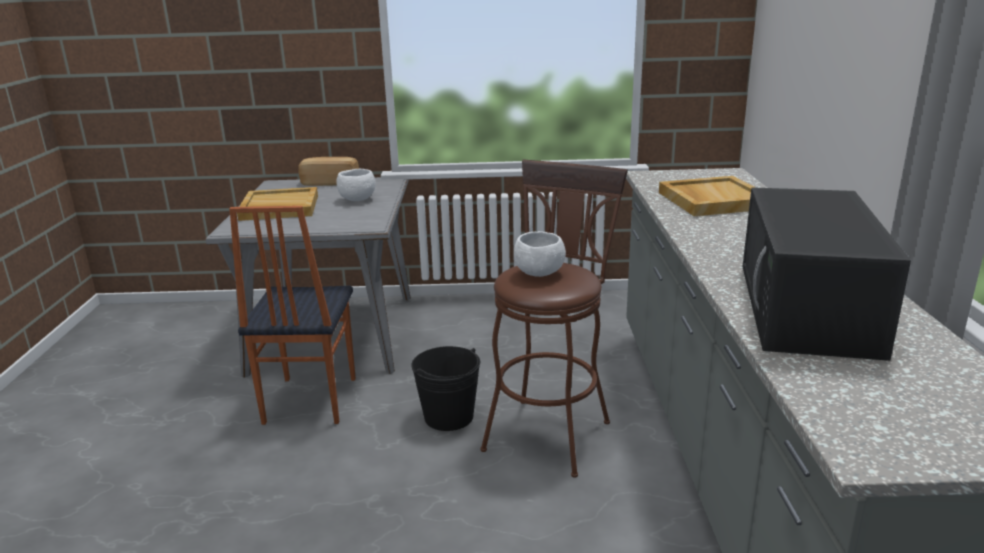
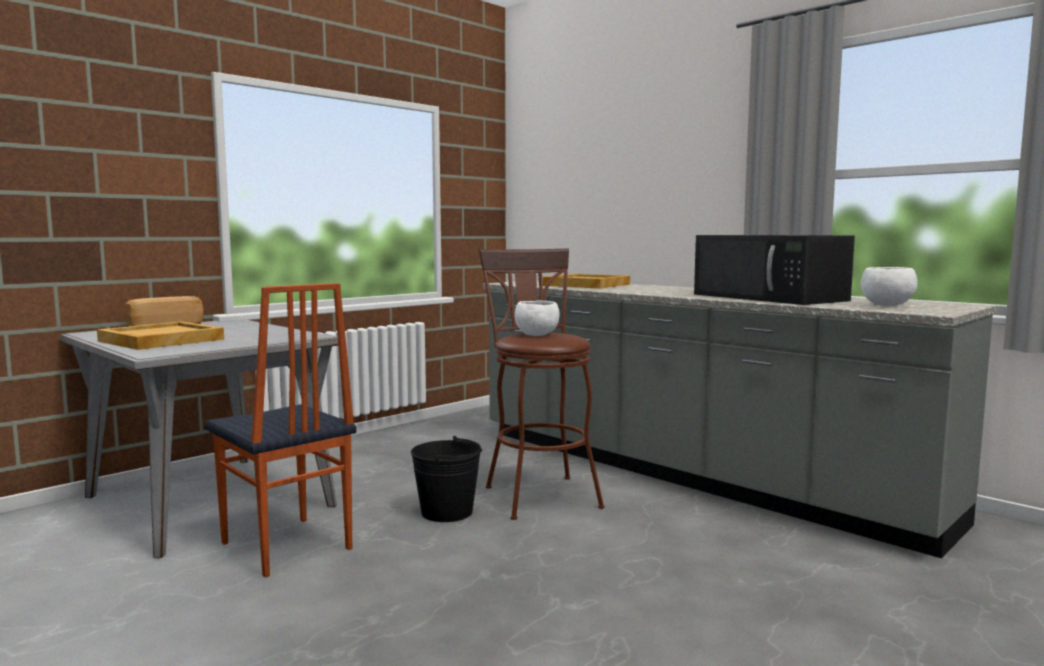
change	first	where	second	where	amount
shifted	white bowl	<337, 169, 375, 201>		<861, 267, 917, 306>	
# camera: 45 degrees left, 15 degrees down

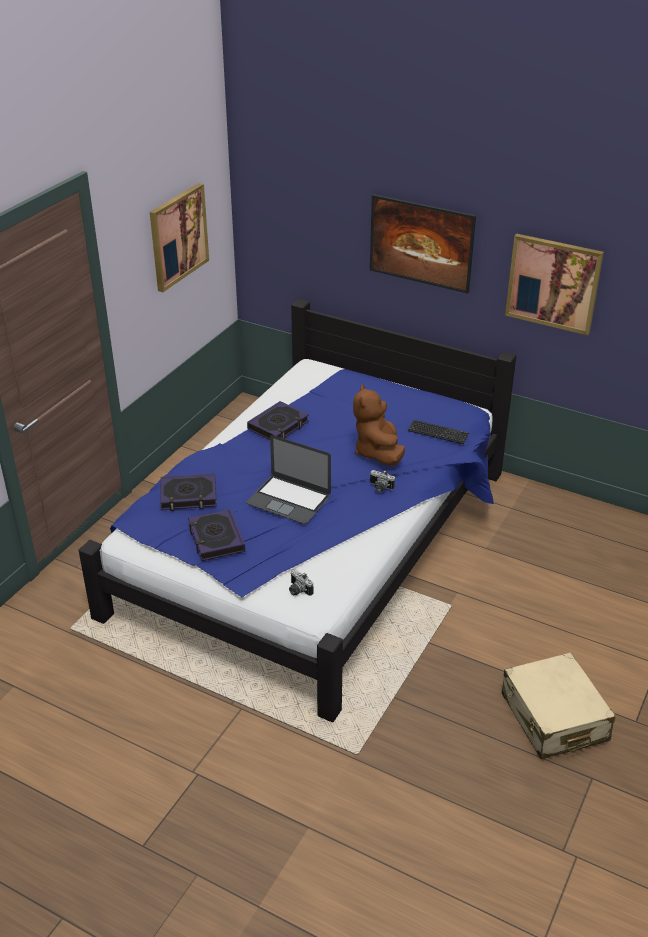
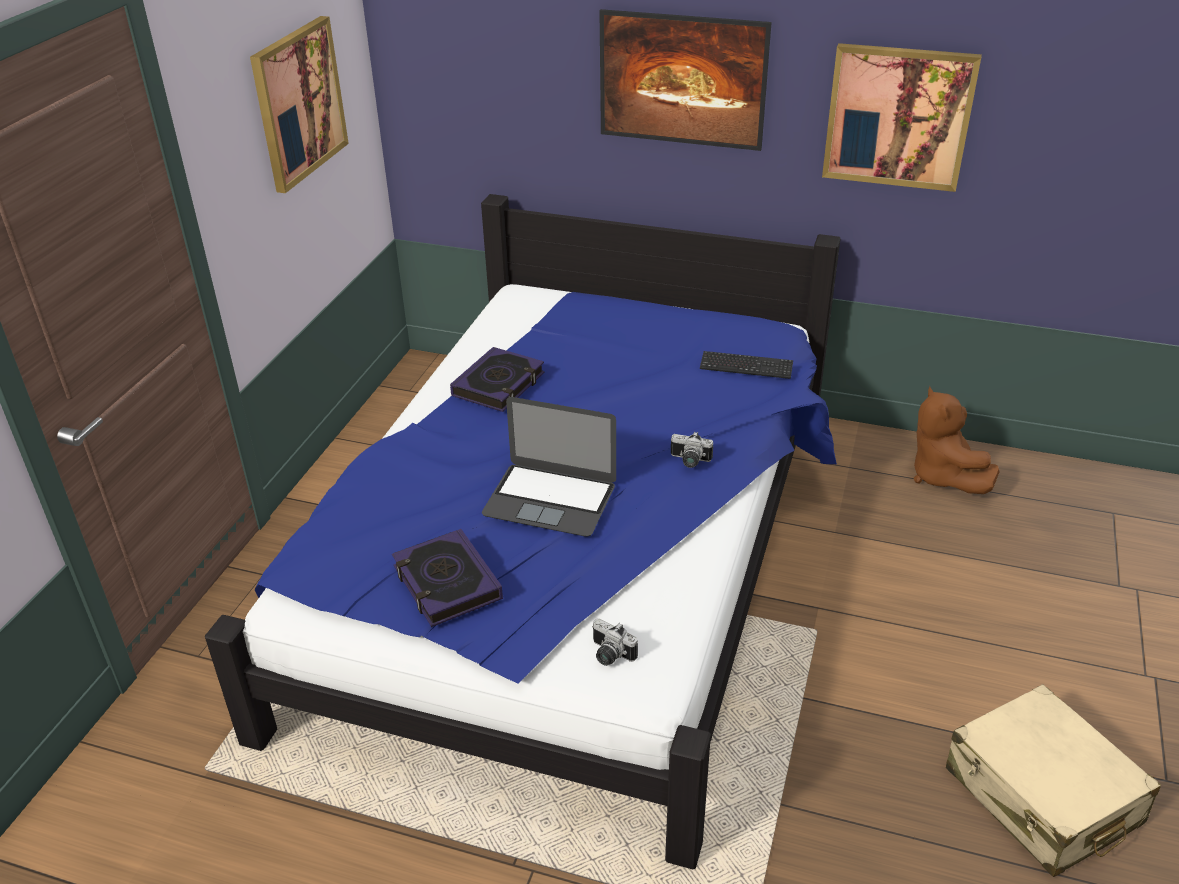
change	first	where	second	where	amount
gone	book	<160, 473, 217, 511>			
shifted	brown plush toy	<353, 384, 405, 466>		<914, 386, 1000, 494>	
# camera: 10 degrees left, 0 degrees up

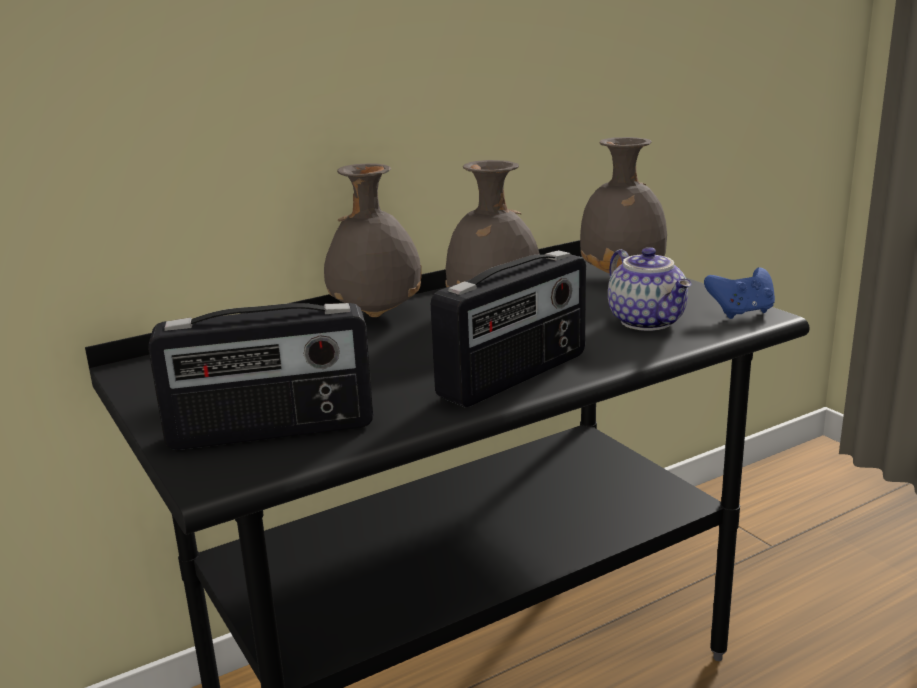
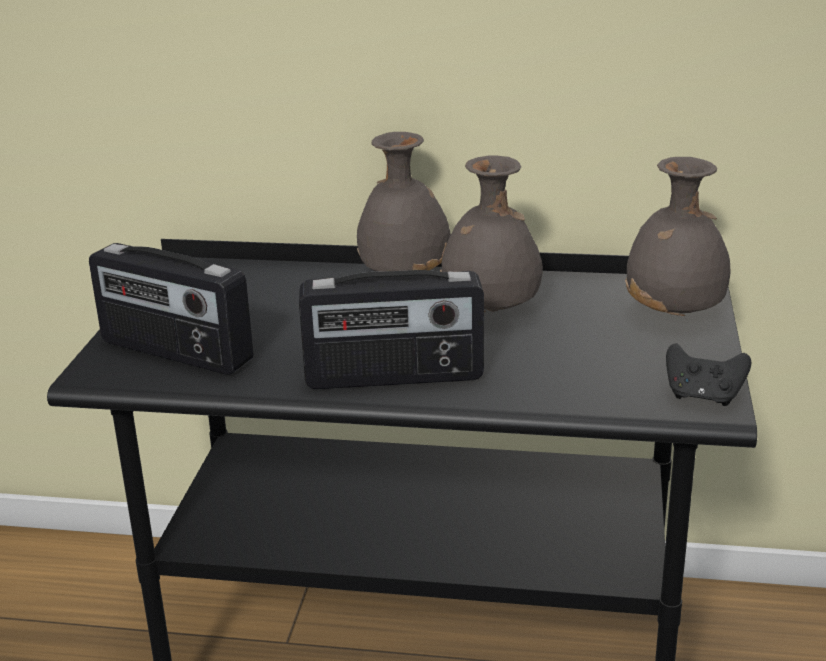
change	first	where	second	where	amount
gone	teapot	<608, 247, 691, 331>			
repainted	blue game controller	<704, 267, 775, 319>	black game controller	<666, 343, 751, 406>	
# camera: 40 degrees right, 5 degrees up

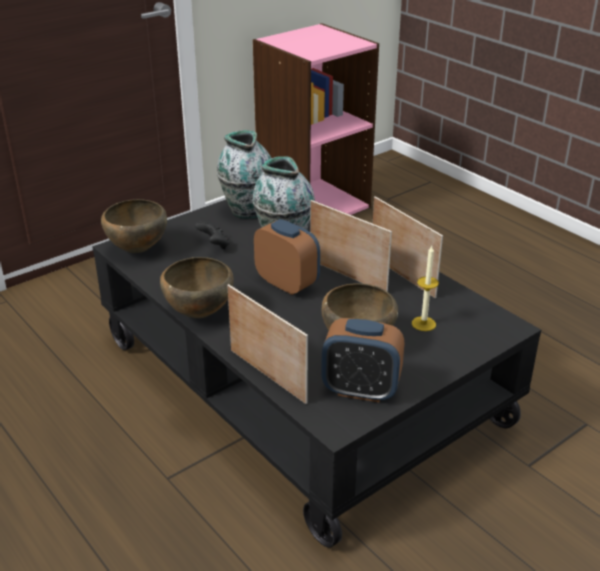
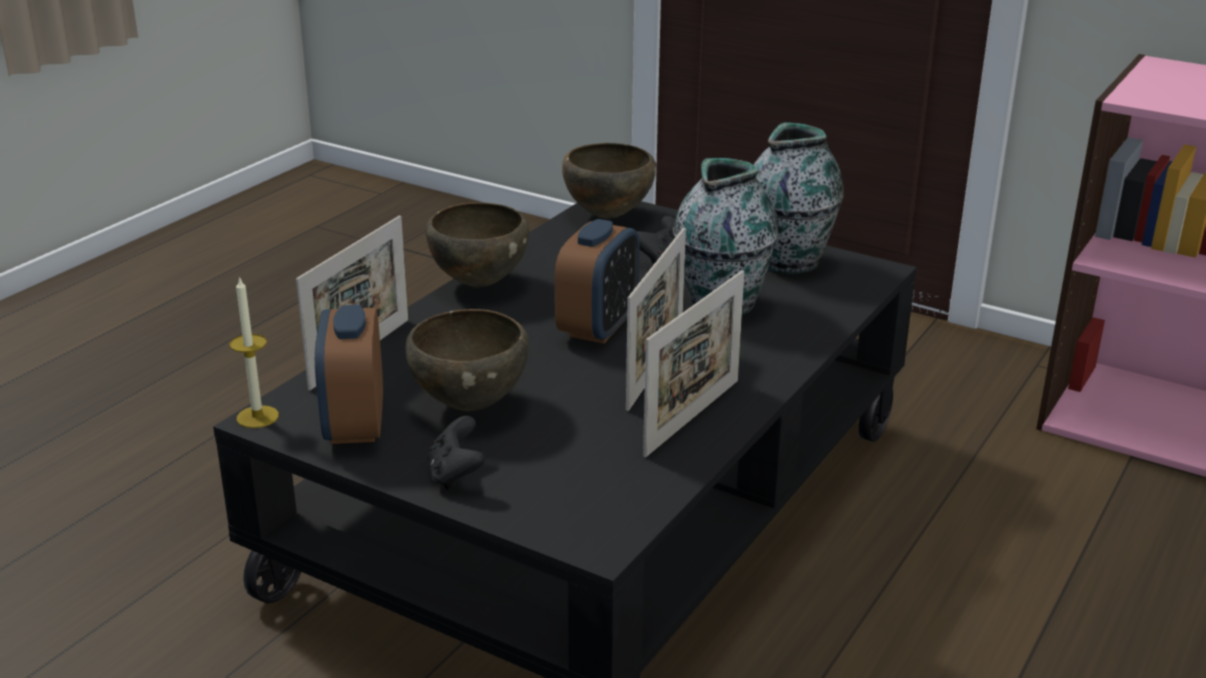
change	first	where	second	where	amount
new			black game controller	<428, 416, 485, 490>	
shifted	candle	<412, 246, 439, 331>		<230, 276, 279, 428>	
# camera: 70 degrees right, 5 degrees down

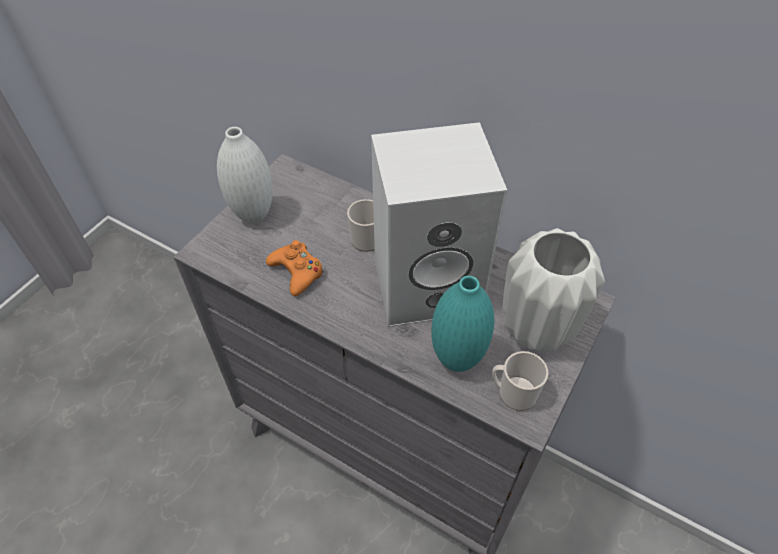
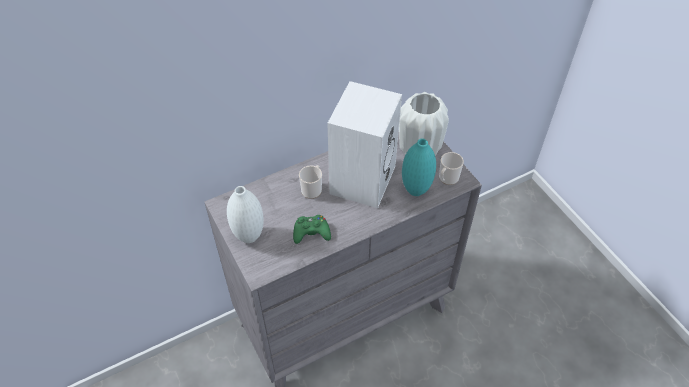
change	first	where	second	where	amount
repainted	orange game controller	<266, 240, 324, 296>	green game controller	<293, 215, 331, 244>	
# camera: 60 degrees left, 0 degrees up

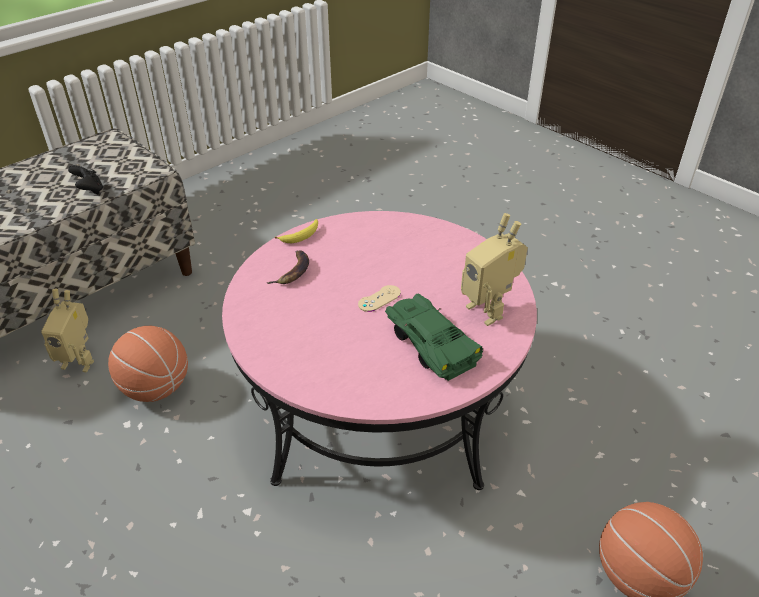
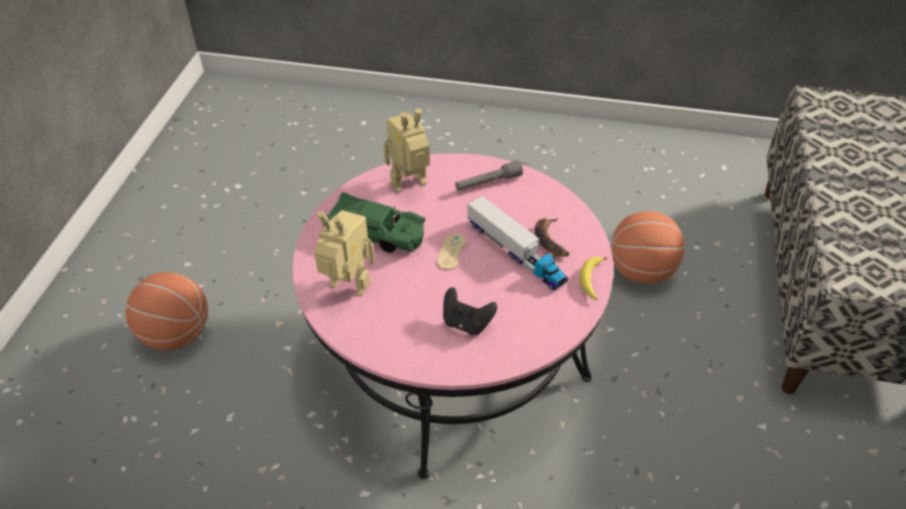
change	first	where	second	where	amount
new			grey flashlight	<455, 160, 523, 191>	
new			toy truck	<468, 196, 568, 290>	
shifted	toy robot	<41, 289, 94, 372>		<383, 108, 430, 193>	
shifted	black game controller	<68, 165, 103, 194>		<443, 287, 497, 335>	
# camera: 145 degrees right, 5 degrees up

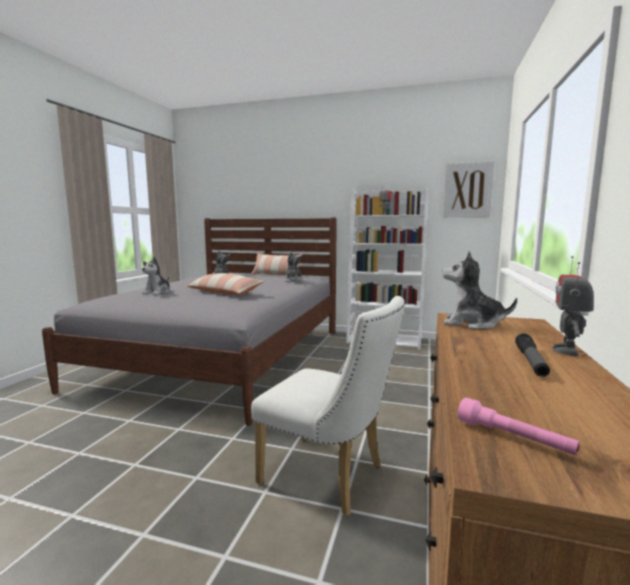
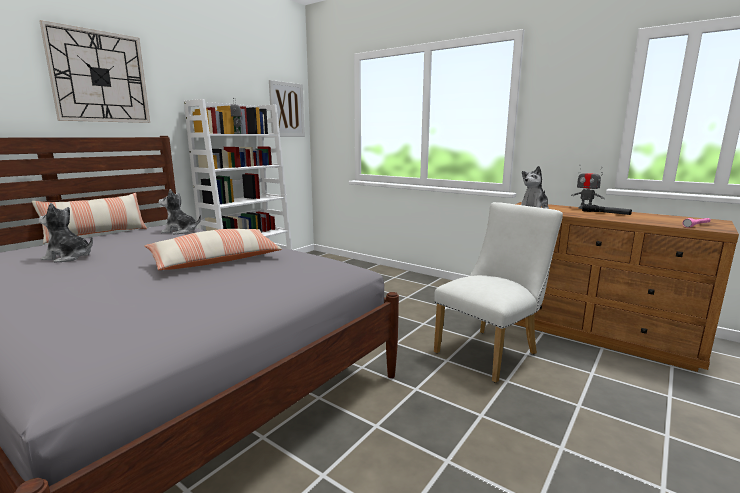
change	first	where	second	where	amount
gone	plush toy	<142, 257, 170, 295>			
new			wall clock	<39, 20, 150, 123>	
# camera: 70 degrees left, 5 degrees up

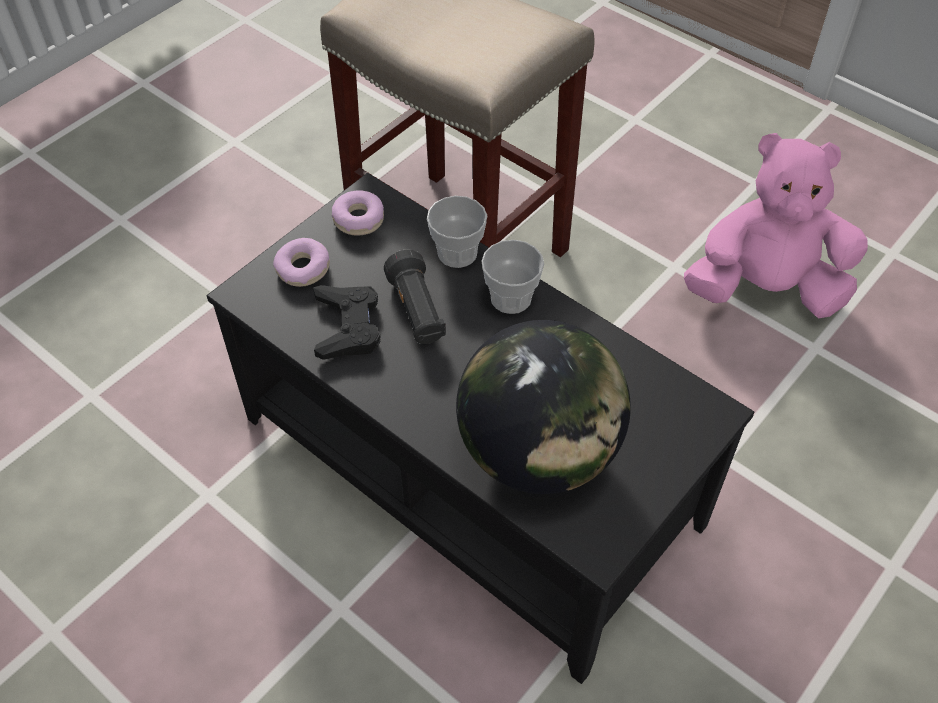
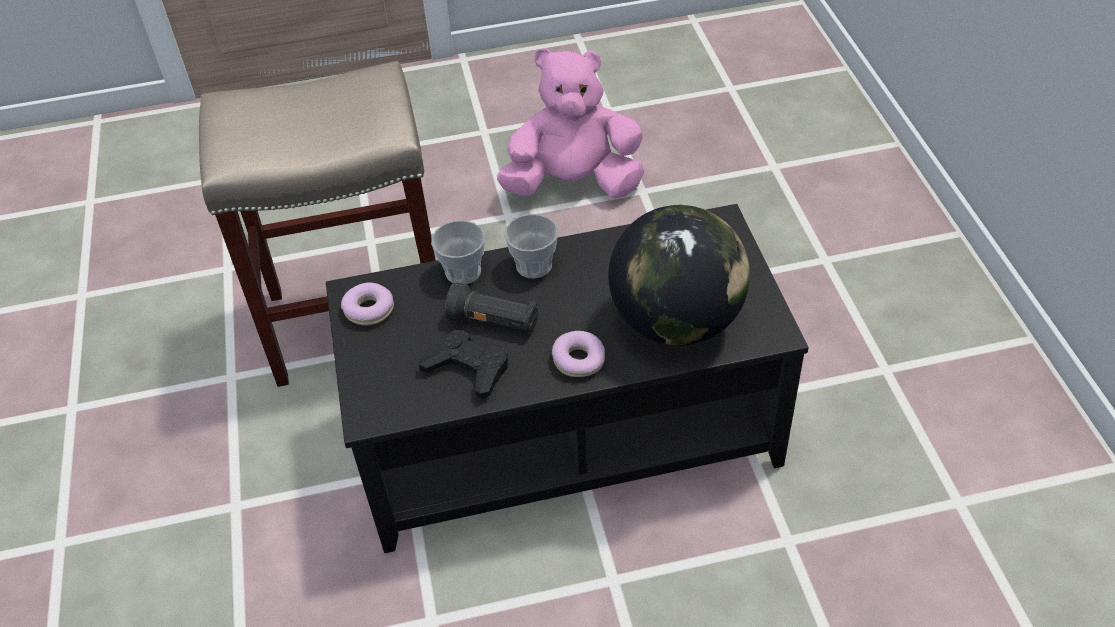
change	first	where	second	where	amount
shifted	donut	<273, 238, 330, 287>		<552, 331, 605, 377>	
rotated	pink plush toy	<684, 133, 868, 318>		<497, 48, 644, 199>	45 degrees clockwise
# camera: 50 degrees left, 5 degrees down

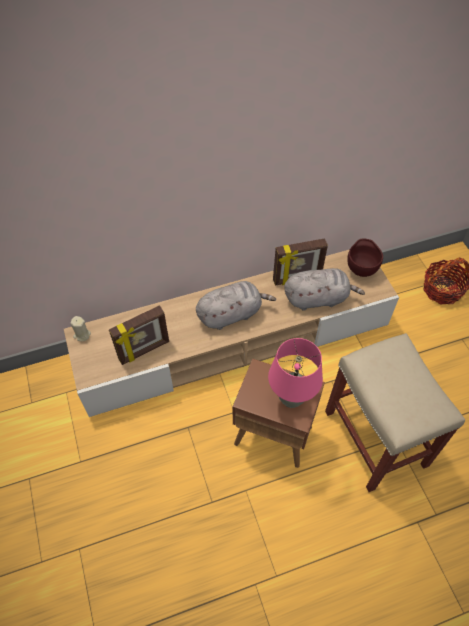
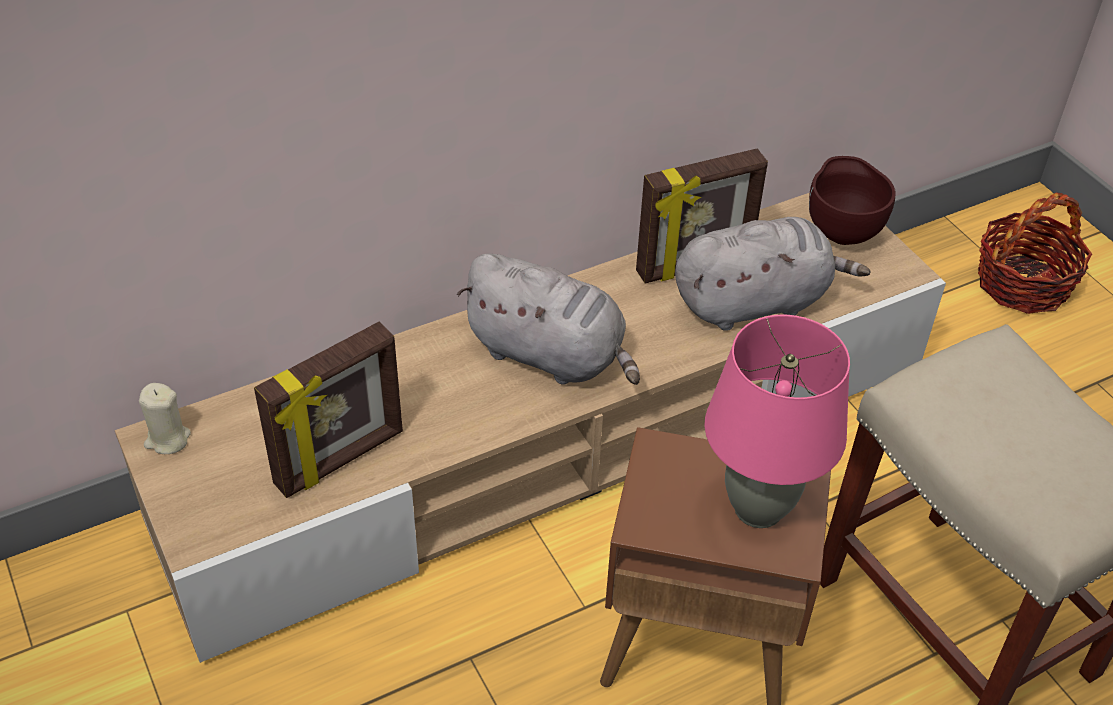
change	first	where	second	where	amount
rotated	grey plush toy	<196, 281, 276, 330>		<457, 253, 640, 385>	60 degrees clockwise
# camera: 10 degrees left, 10 degrees down

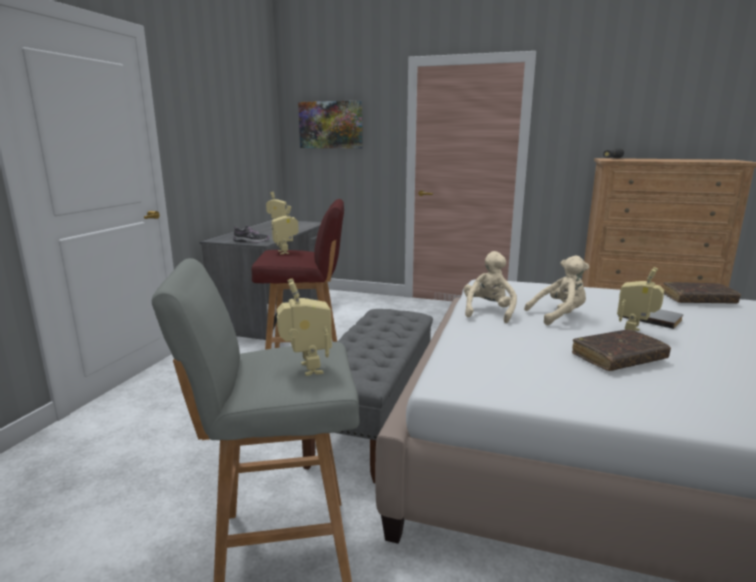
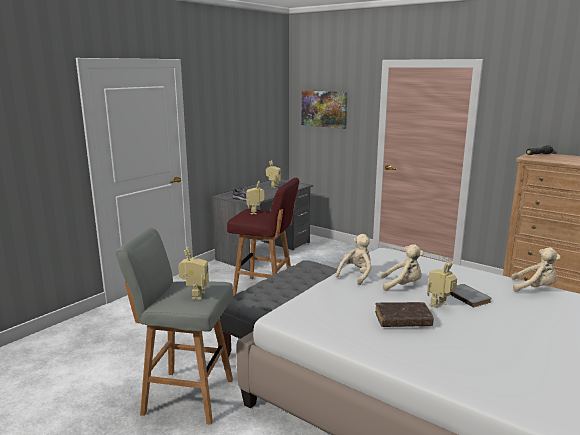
change	first	where	second	where	amount
swapped	brown book	<663, 282, 741, 304>	beige plush toy	<511, 248, 561, 292>	
# camera: 20 degrees right, 0 degrees up

